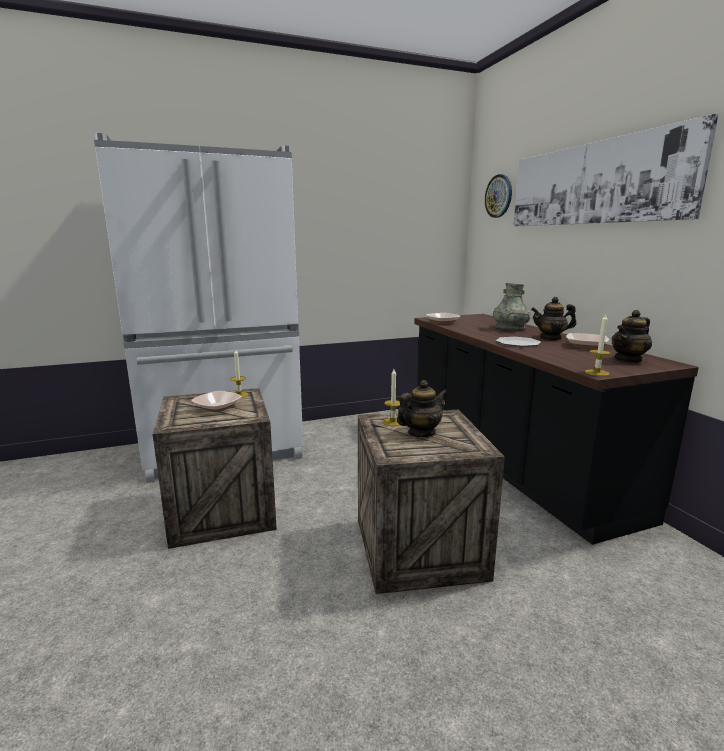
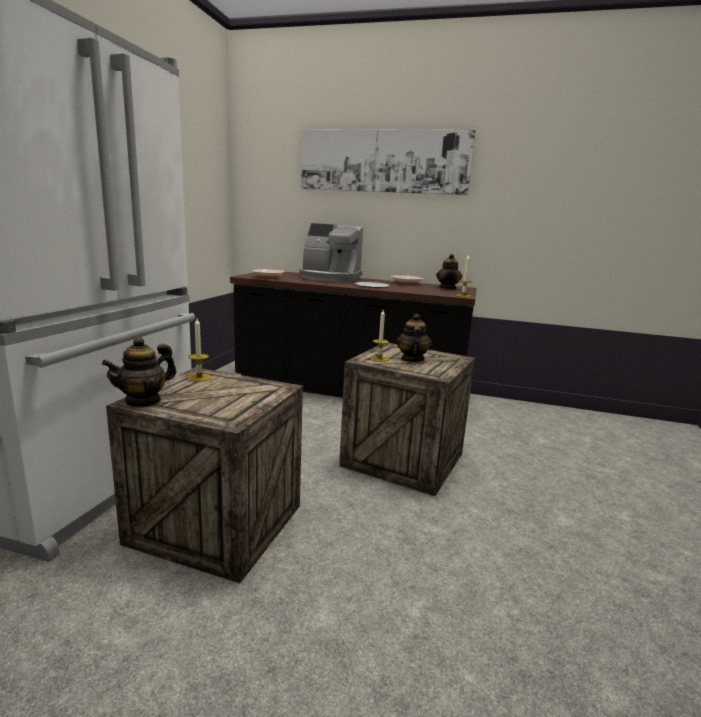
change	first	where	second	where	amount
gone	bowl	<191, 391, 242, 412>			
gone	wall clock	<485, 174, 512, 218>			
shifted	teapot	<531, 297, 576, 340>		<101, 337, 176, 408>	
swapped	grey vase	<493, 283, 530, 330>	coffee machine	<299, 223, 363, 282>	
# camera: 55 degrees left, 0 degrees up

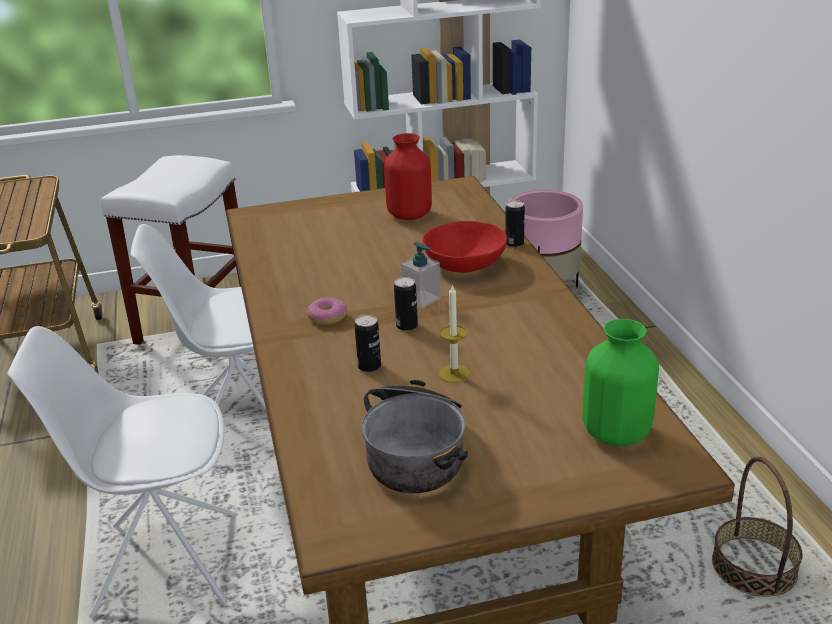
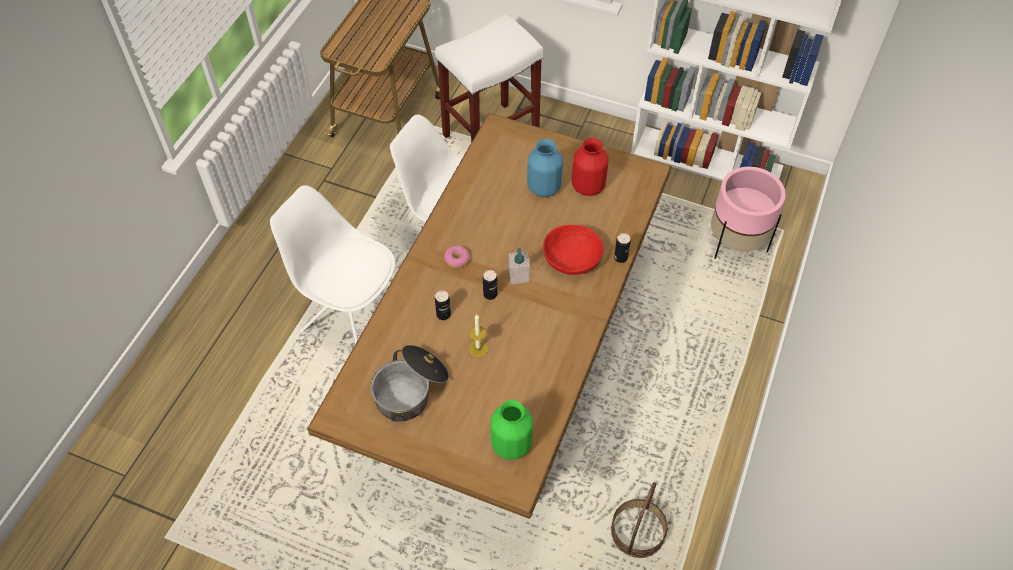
change	first	where	second	where	amount
new			blue vase	<527, 139, 563, 197>	
# camera: 35 degrees right, 25 degrees up

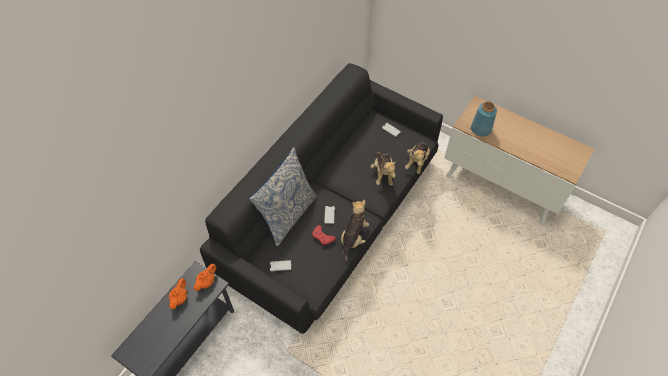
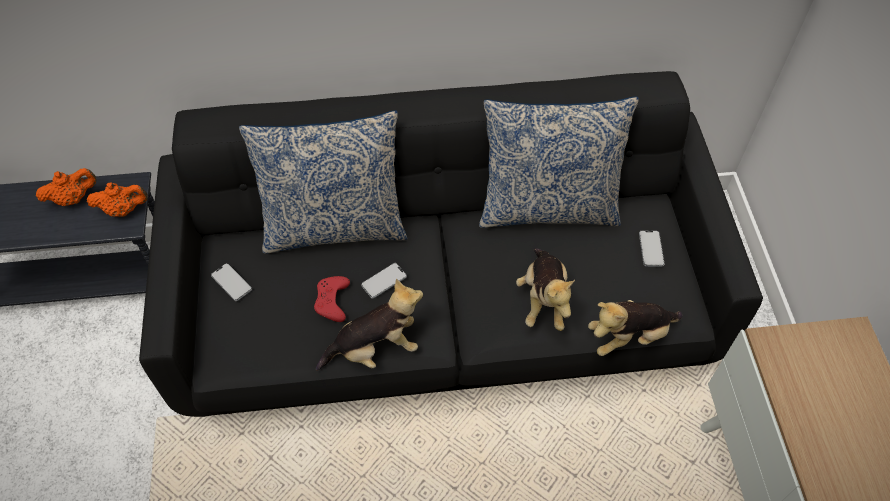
change	first	where	second	where	amount
gone	blue vase	<471, 101, 497, 137>			
new			pillow	<479, 97, 639, 228>	
rotated	plush toy	<370, 152, 396, 186>		<516, 248, 575, 331>	45 degrees counterclockwise
# camera: 50 degrees right, 0 degrees up

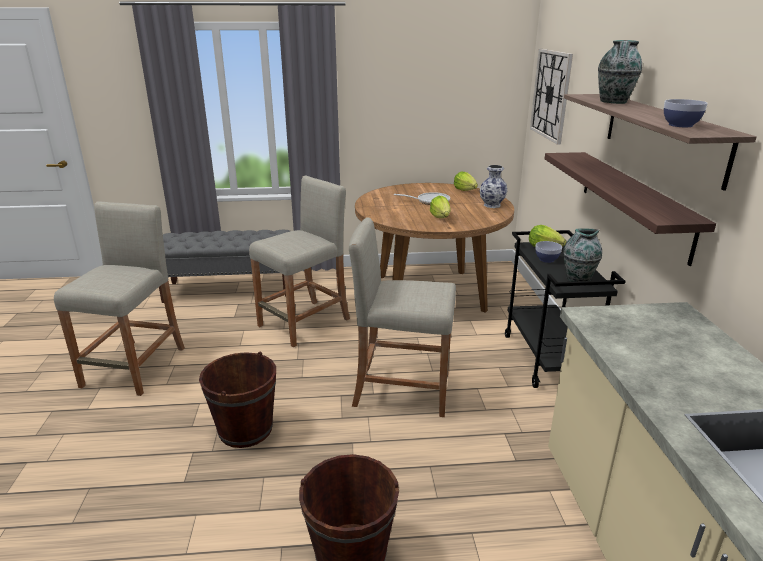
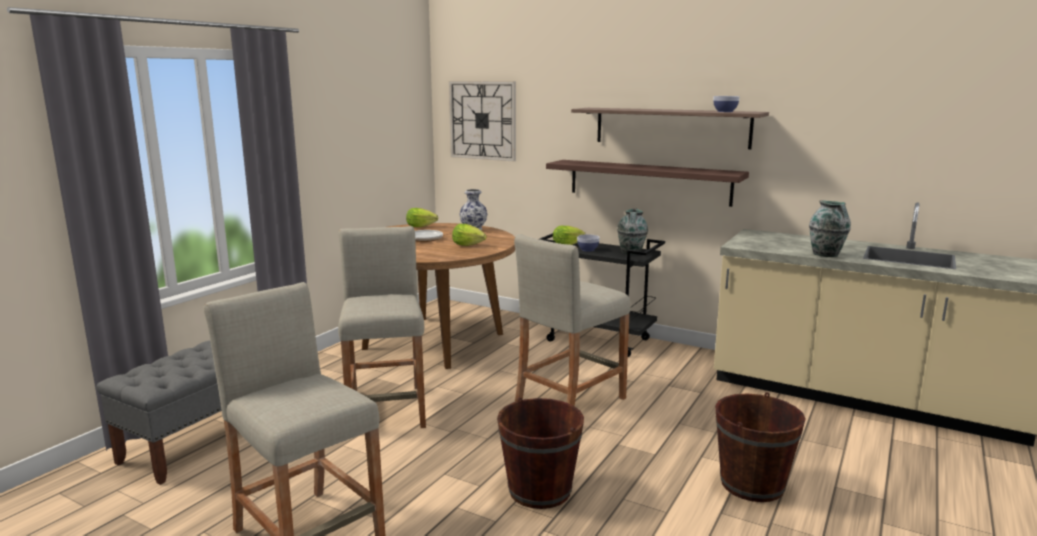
change	first	where	second	where	amount
shifted	vase	<598, 40, 642, 104>		<809, 200, 851, 257>	
# camera: 55 degrees left, 10 degrees down

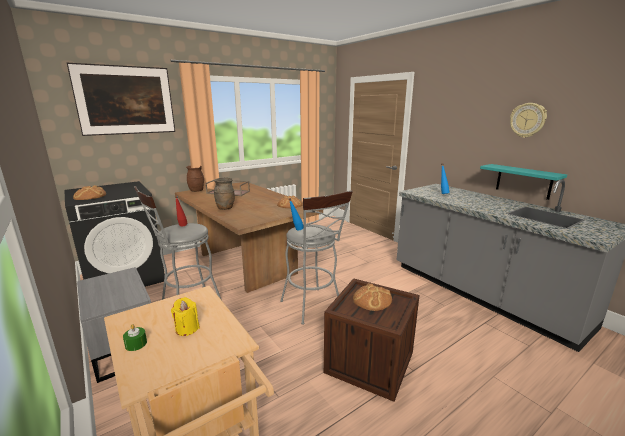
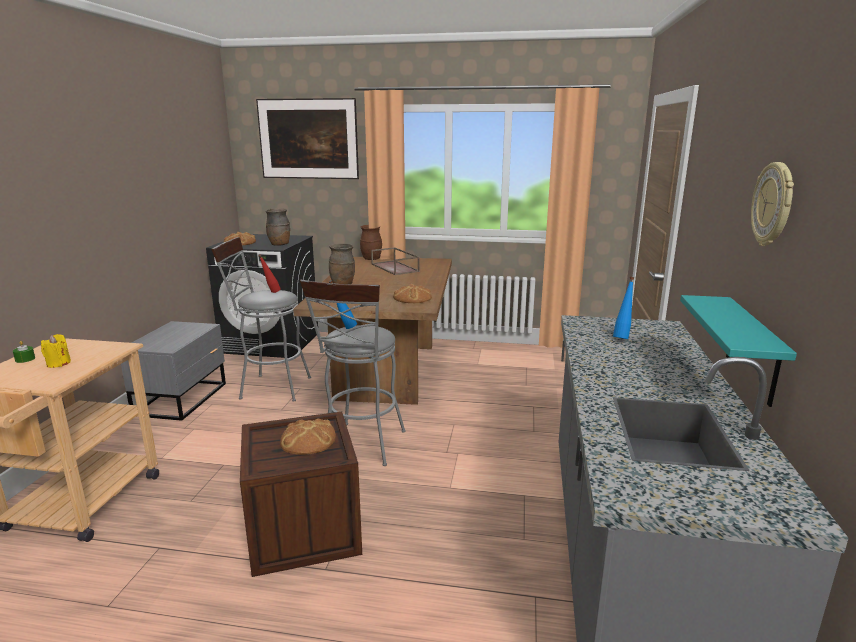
change	first	where	second	where	amount
new			brown vase	<266, 208, 290, 246>	
# camera: 45 degrees right, 0 degrees up

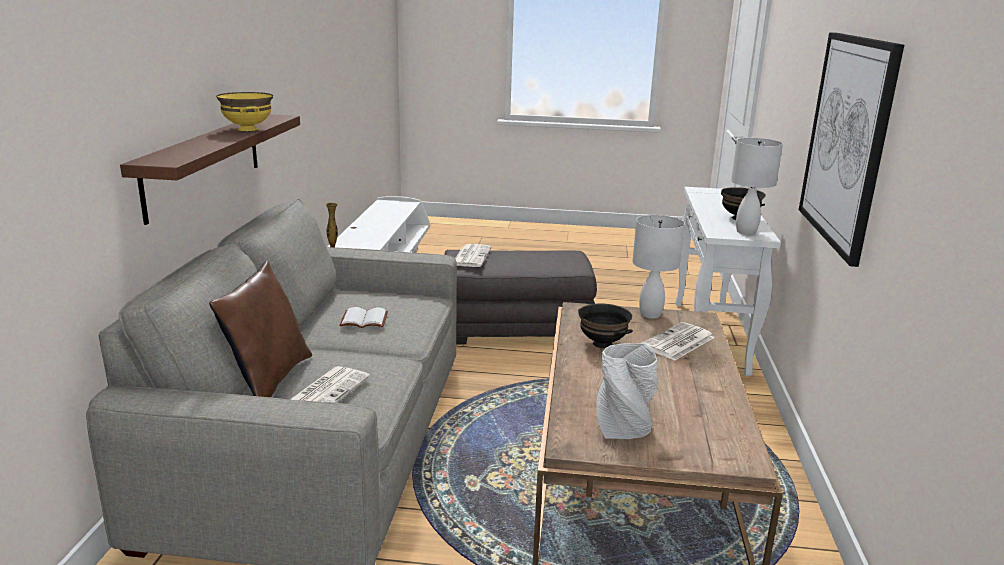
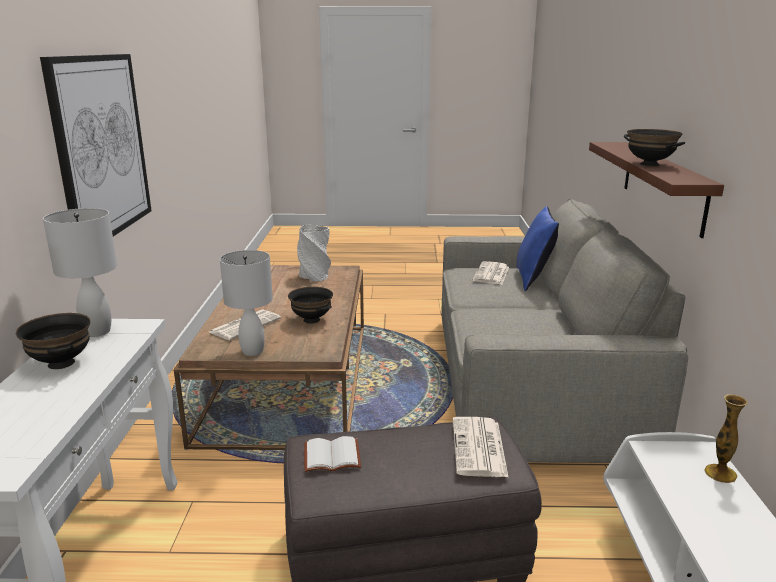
change	first	where	second	where	amount
shifted	white book	<339, 307, 388, 328>		<304, 436, 361, 472>	
repainted	brown pillow	<209, 261, 312, 397>	blue pillow	<516, 206, 559, 291>	
repainted	yellow bowl	<216, 92, 273, 131>	black bowl	<624, 129, 685, 166>	
# camera: 175 degrees right, 0 degrees up

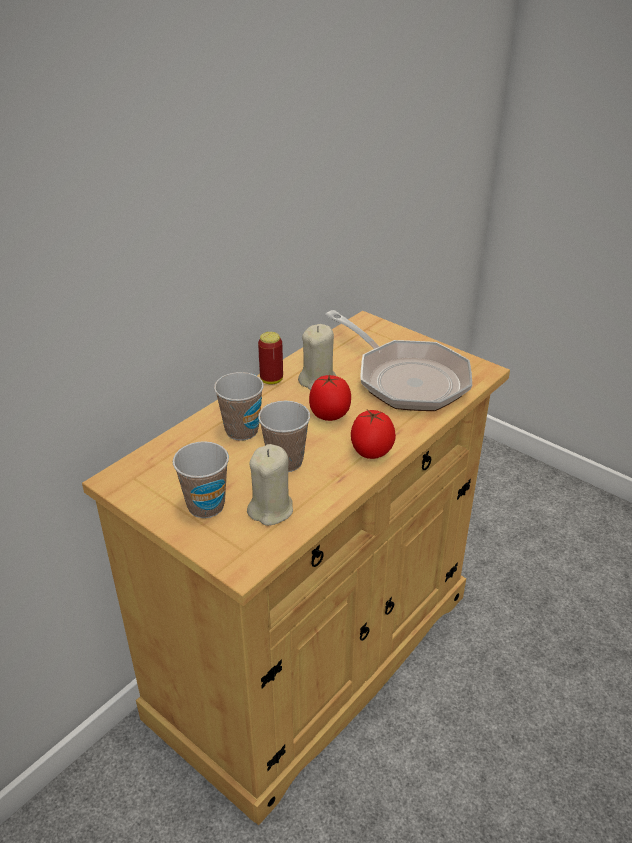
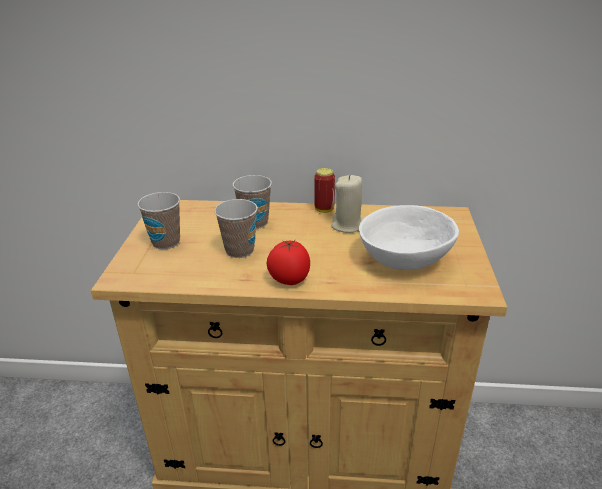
change	first	where	second	where	amount
gone	beige candle	<247, 444, 293, 526>			
gone	tomato	<309, 375, 351, 421>			
swapped	frying pan	<325, 310, 472, 411>	white bowl	<359, 205, 459, 270>	
# camera: 55 degrees right, 5 degrees down

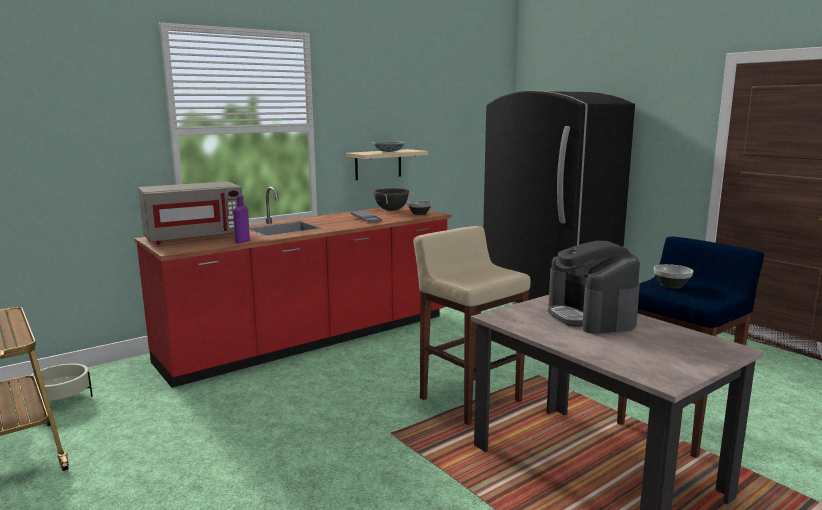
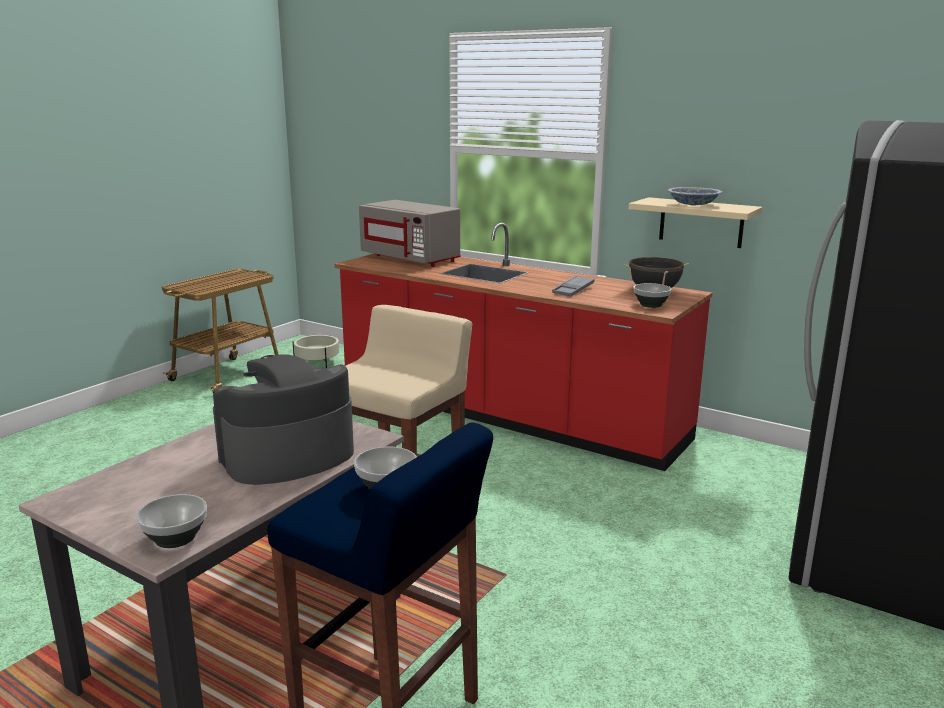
change	first	where	second	where	amount
gone	purple bottle	<233, 196, 250, 243>			
new			bowl	<136, 494, 207, 548>	
# camera: 70 degrees right, 5 degrees up

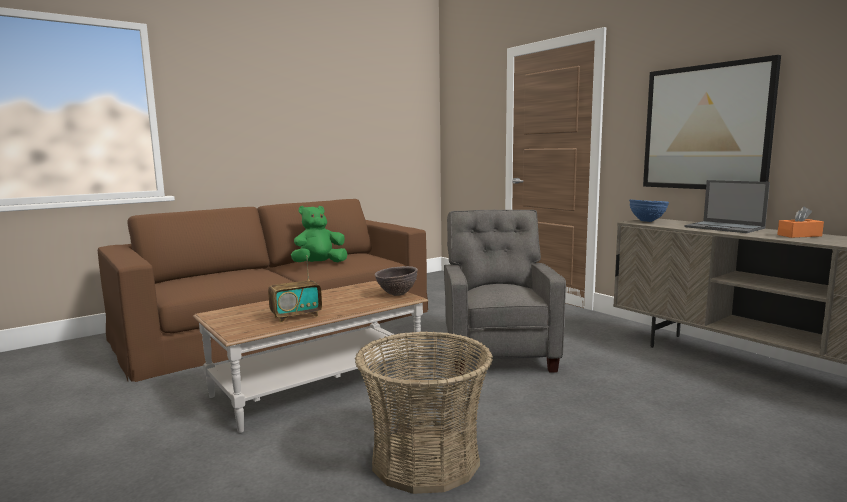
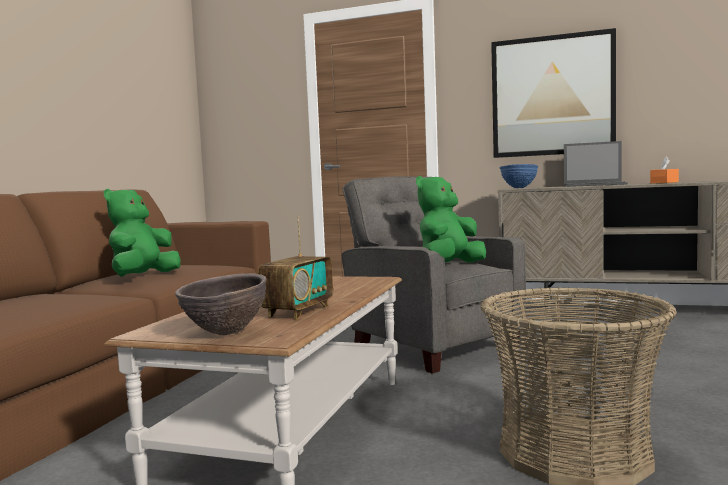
change	first	where	second	where	amount
new			green plush toy	<416, 176, 486, 263>	
shifted	brown bowl	<374, 266, 418, 296>		<175, 273, 267, 335>	
# camera: 35 degrees left, 5 degrees down

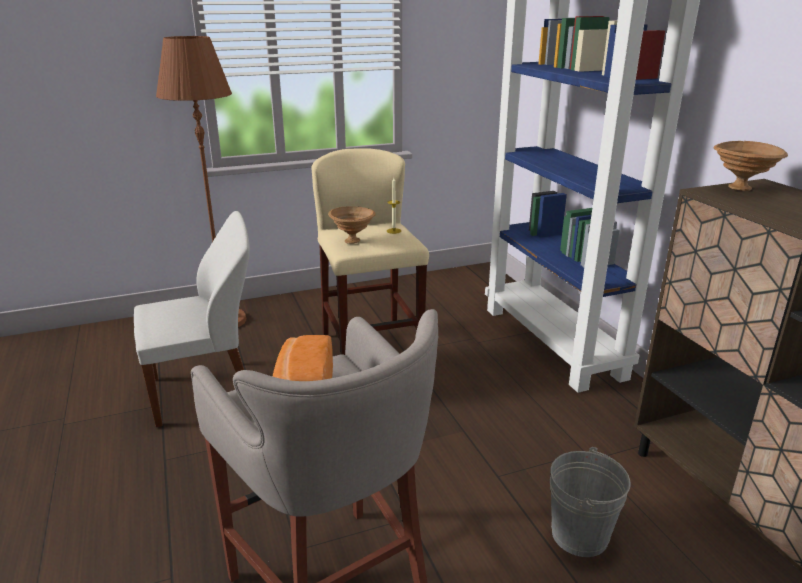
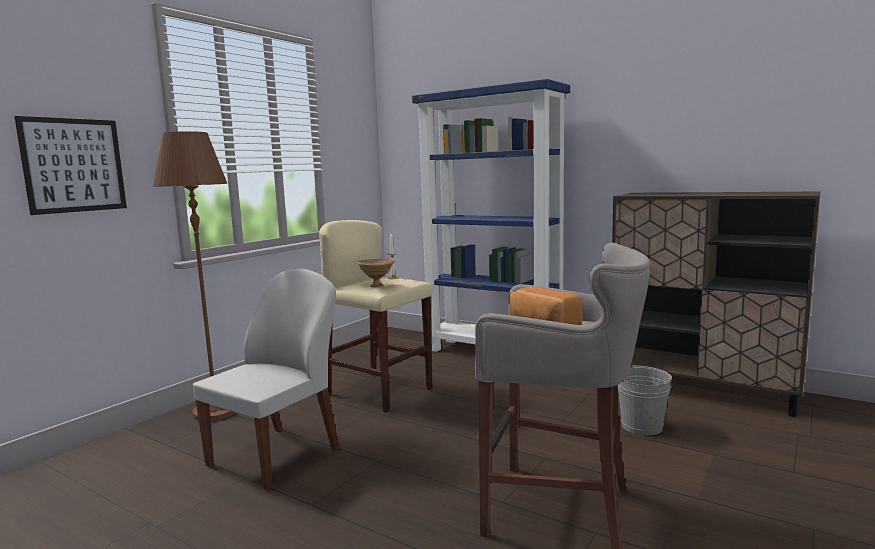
change	first	where	second	where	amount
gone	brown bowl	<713, 141, 788, 191>			
new			picture	<14, 116, 127, 215>	
# camera: 35 degrees left, 15 degrees down

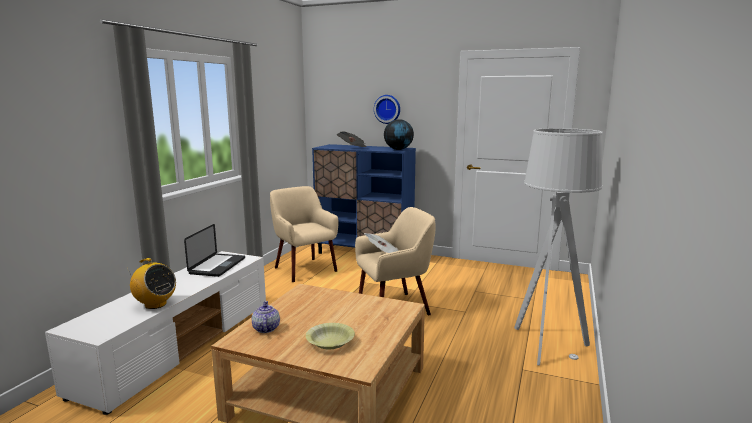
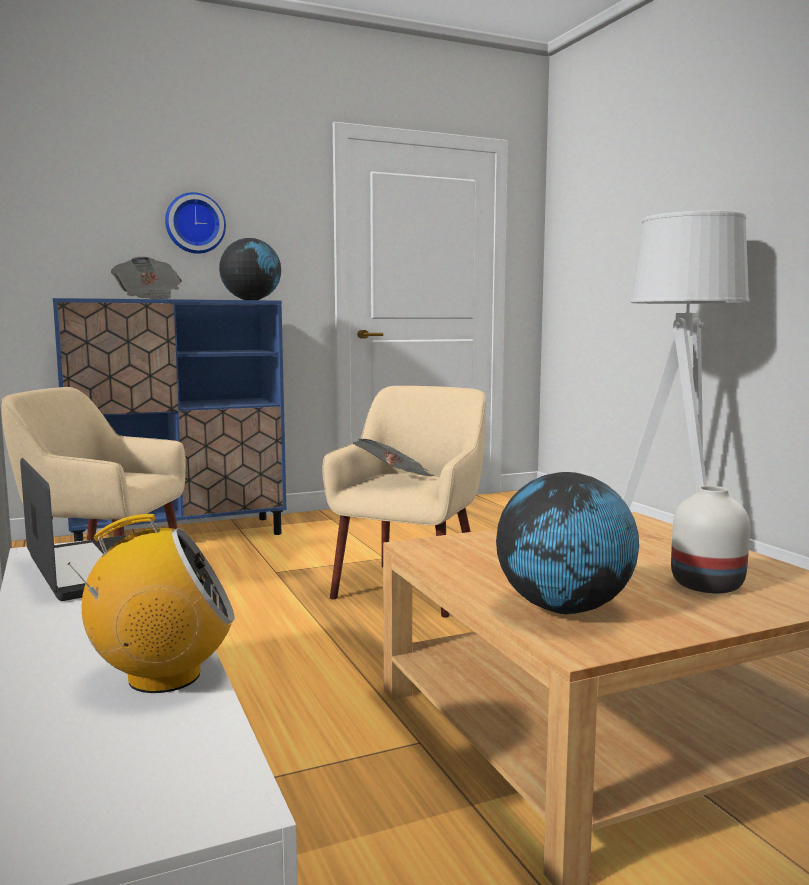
change	first	where	second	where	amount
swapped	teapot	<252, 301, 280, 333>	globe	<496, 472, 639, 614>	
swapped	yellow bowl	<306, 323, 355, 349>	white vase	<671, 486, 750, 594>	
# camera: 45 degrees left, 5 degrees down

